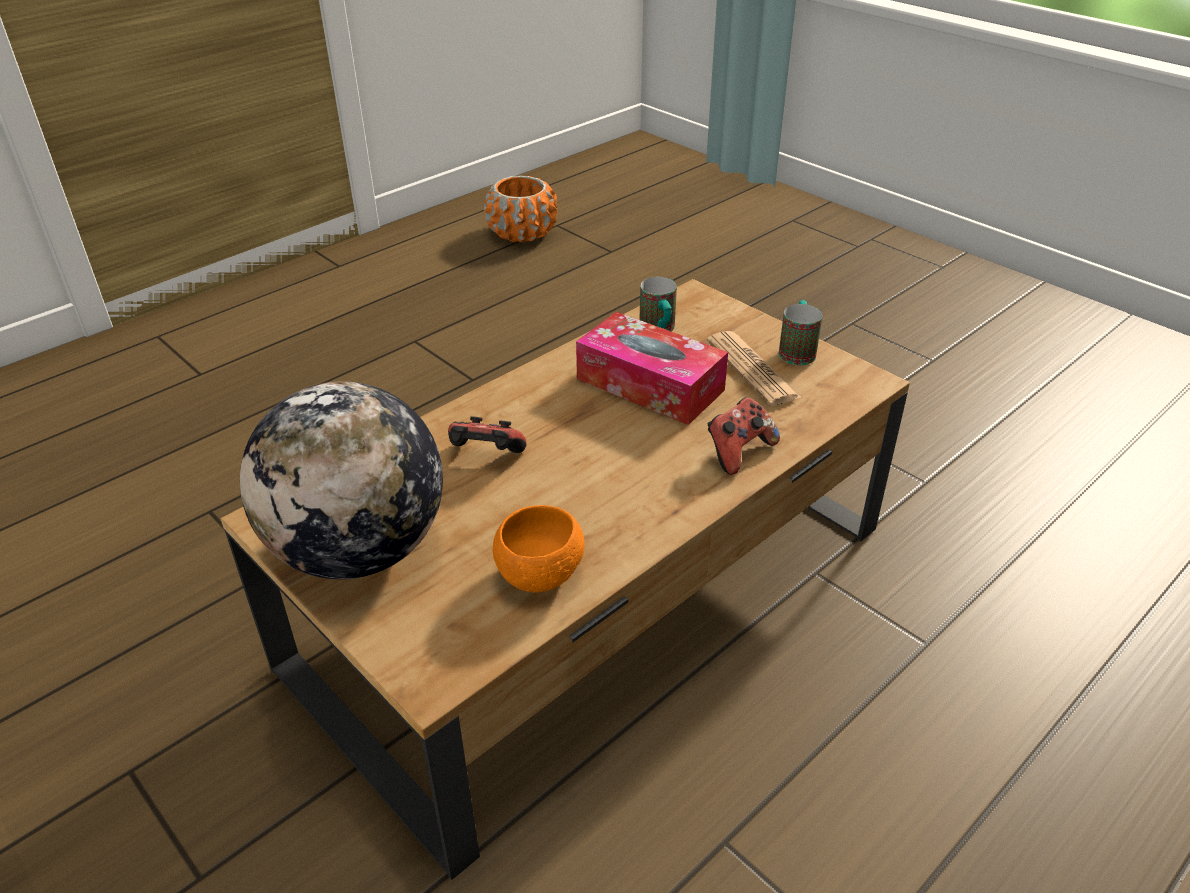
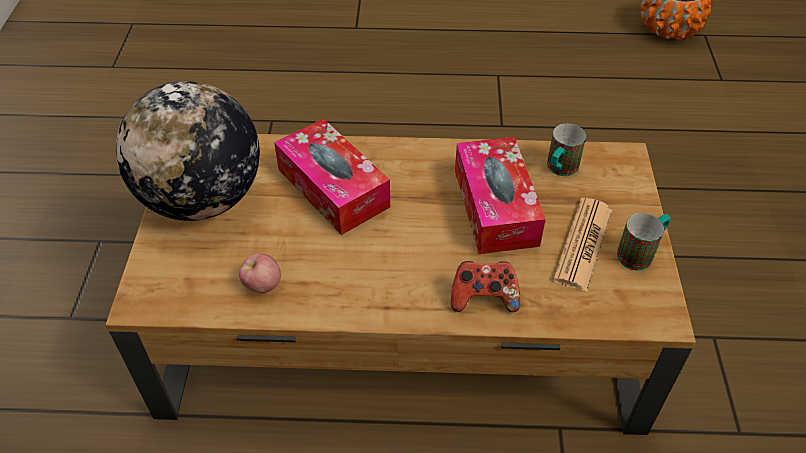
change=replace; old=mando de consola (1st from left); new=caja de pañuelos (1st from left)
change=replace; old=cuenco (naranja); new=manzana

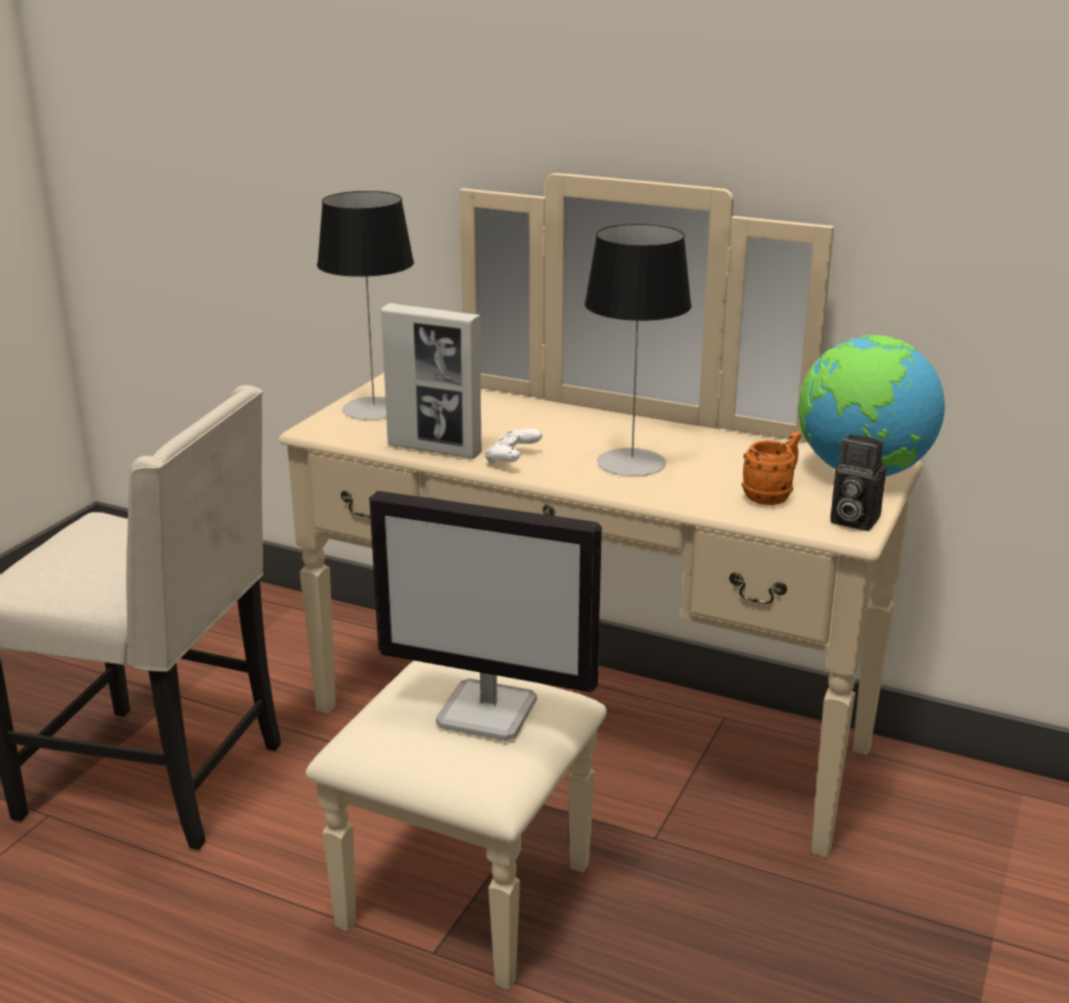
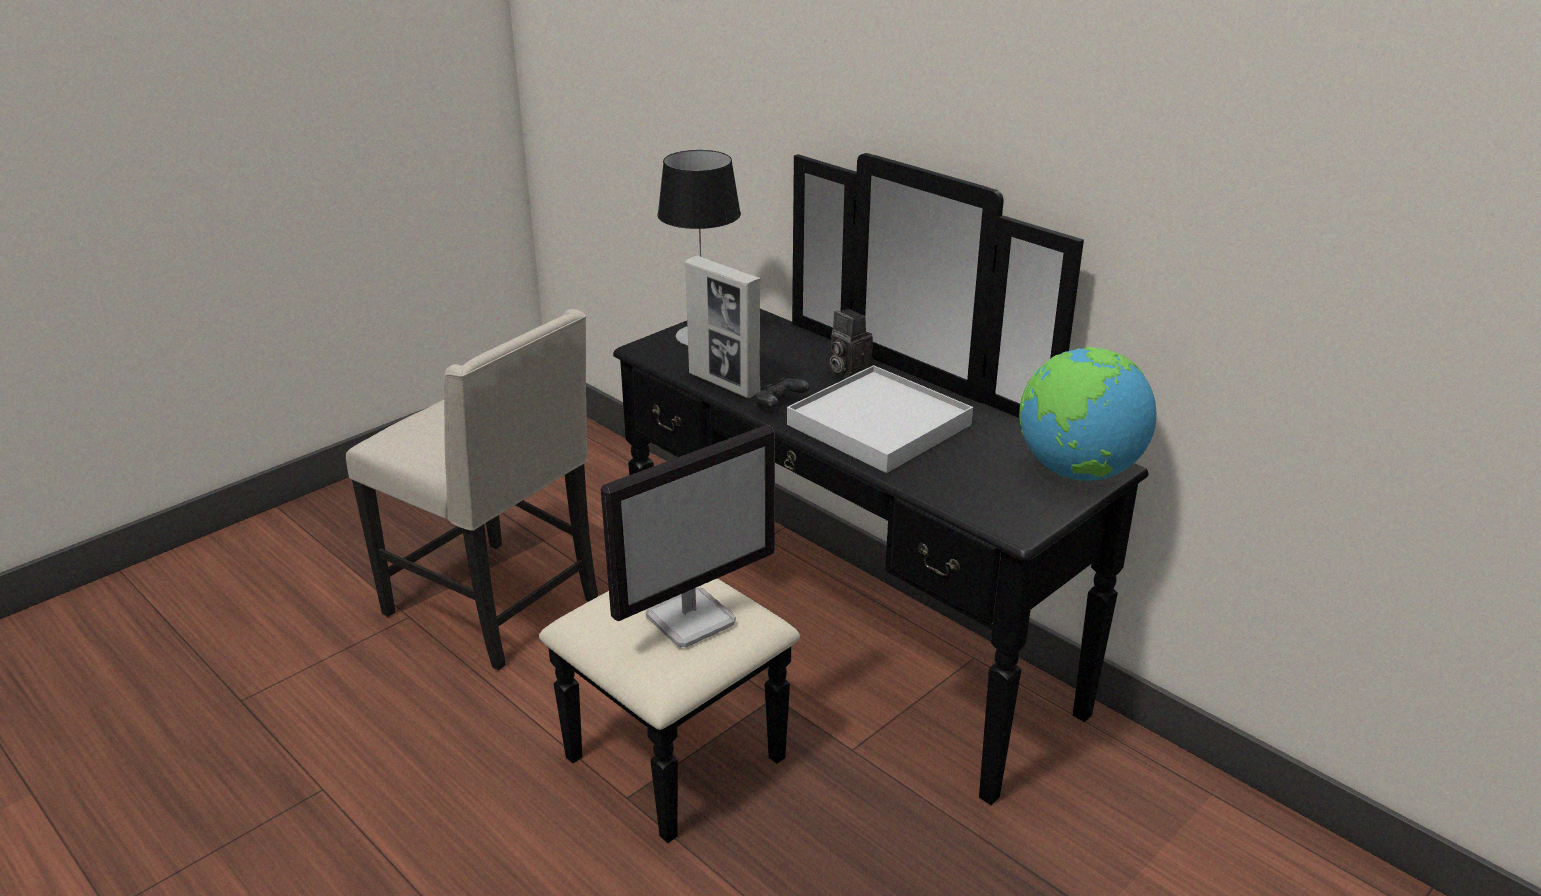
change=recolor; old=cómoda (beis); new=cómoda (negro)
change=replace; old=lámpara de mesa (2nd from left); new=bandeja (blanco)
change=recolor; old=mando de consola (blanco); new=mando de consola (negro)
change=delete; old=taza grande (naranja)
change=move; old=cámara
change=rotate; old=monitor; degrees=-75

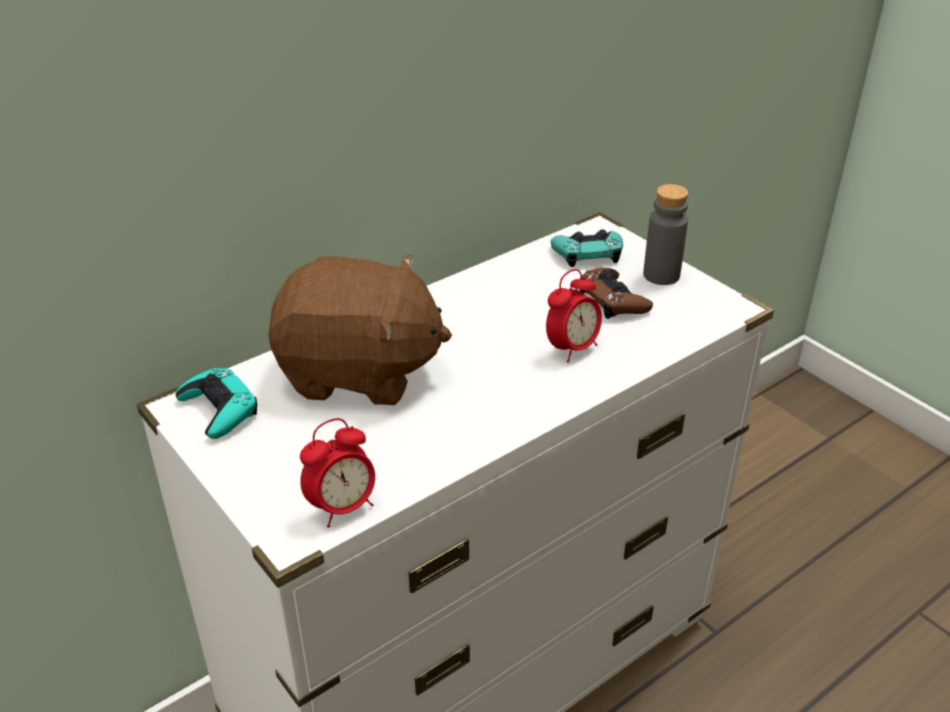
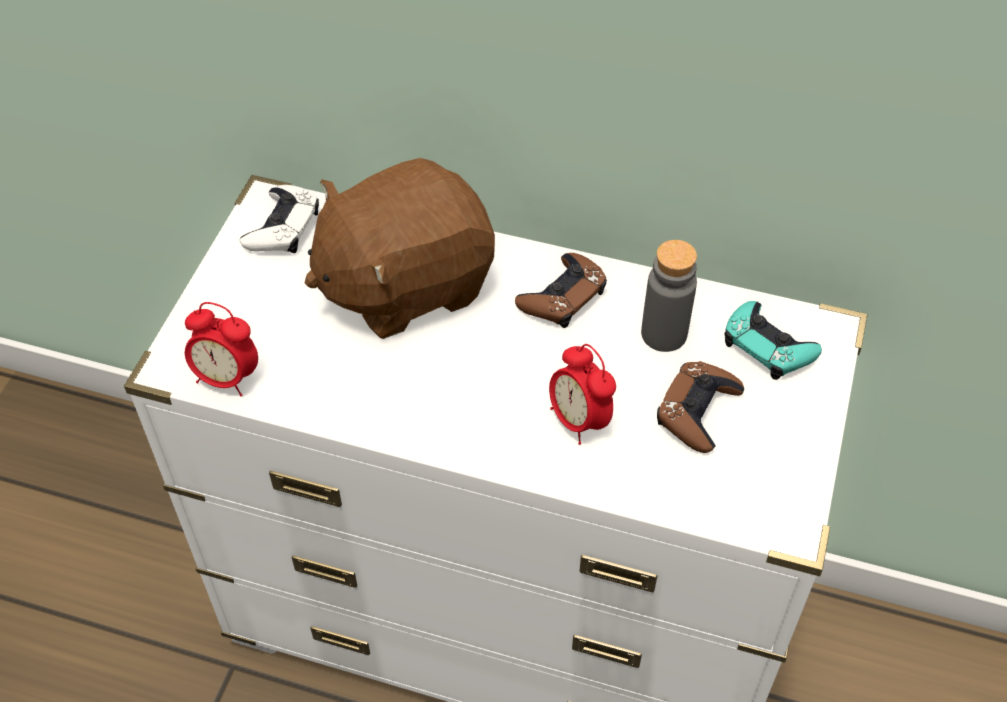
change=move; old=botella (gris)
change=rotate; old=peluche (marrón); degrees=90
change=rotate; old=despertador (2nd from left); degrees=45
change=recolor; old=mando de consola (turquesa) (1st from left); new=mando de consola (blanco)
change=insert; new=mando de consola (marrón) (1st from left)

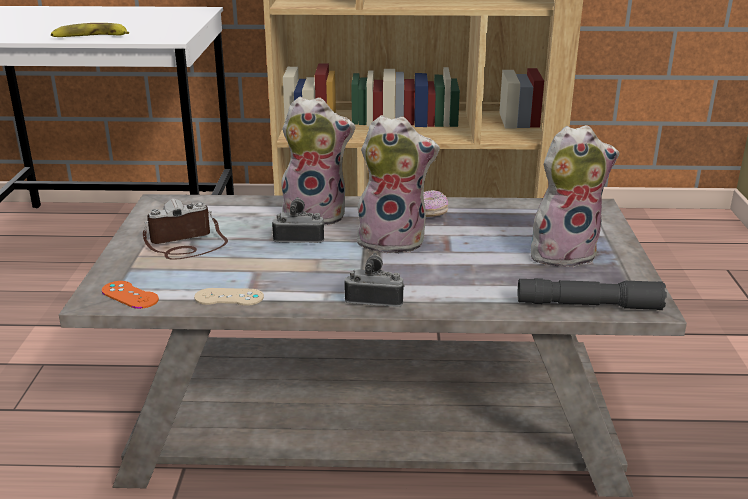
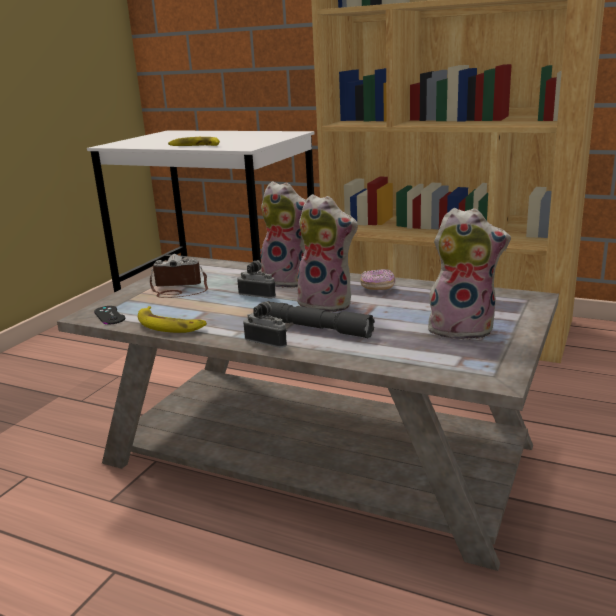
change=move; old=linterna (gris)
change=recolor; old=mando de consola (naranja); new=mando de consola (negro)
change=replace; old=mando de consola (beis); new=plátano (1st from left)

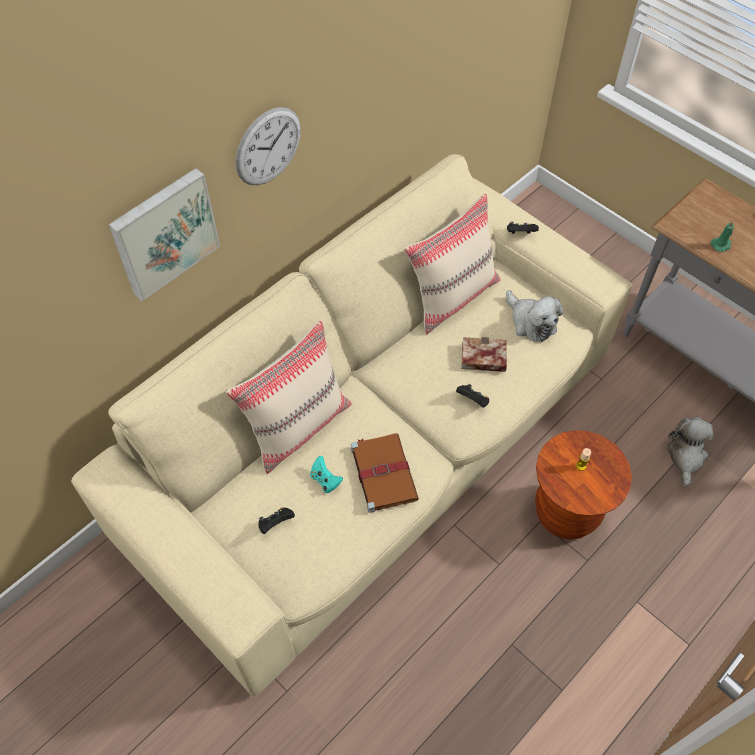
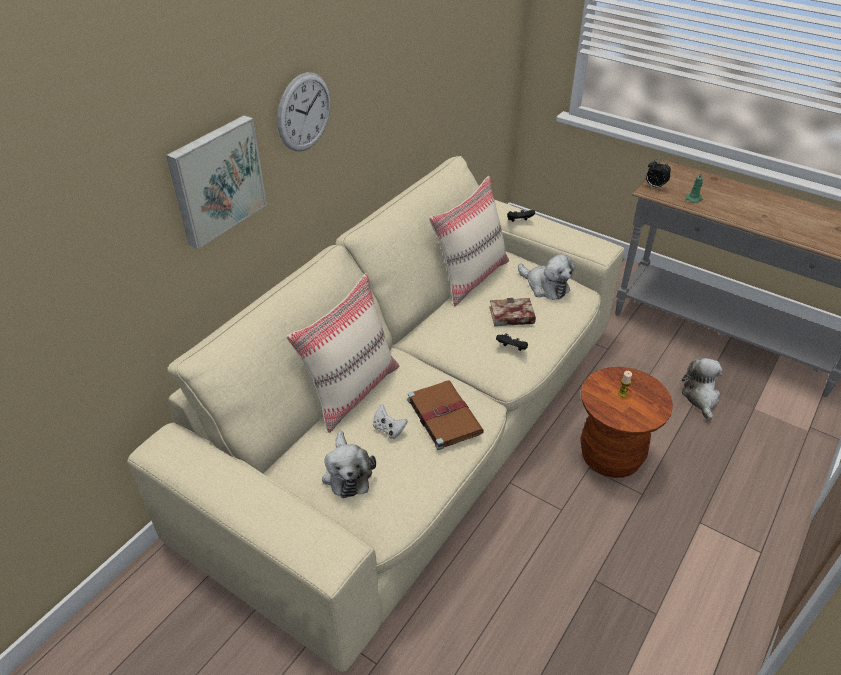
change=recolor; old=mando de consola (turquesa); new=mando de consola (blanco)
change=replace; old=mando de consola (negro) (1st from left); new=peluche (1st from left)
change=insert; new=despertador

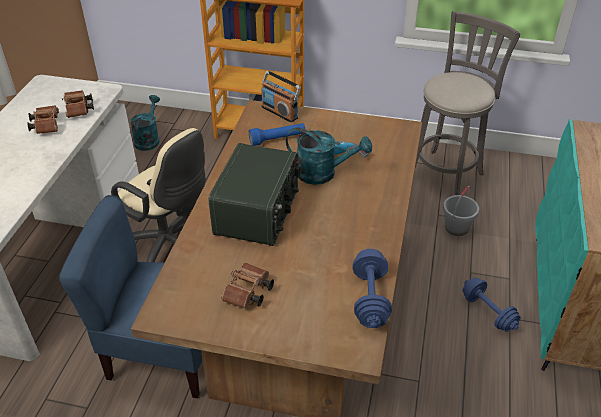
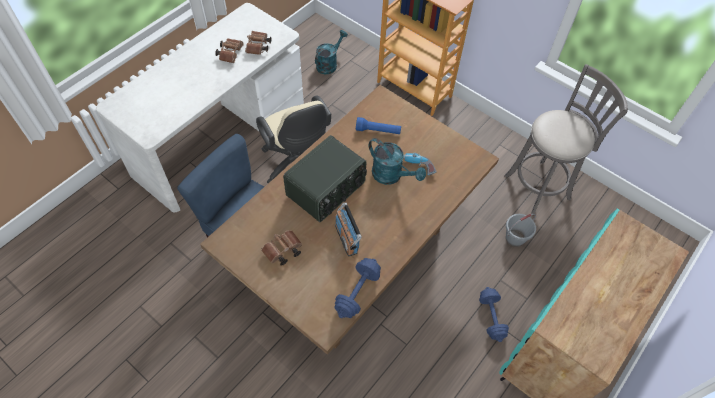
change=move; old=radio (2nd from left)

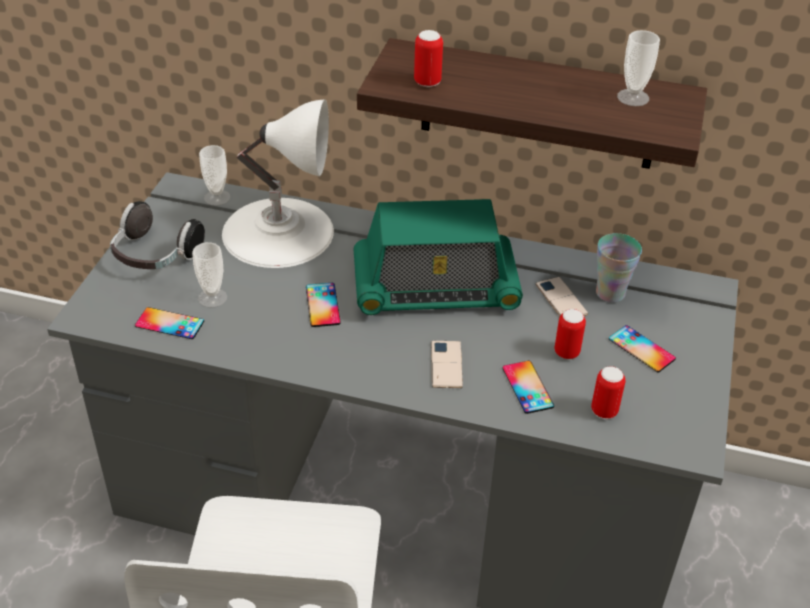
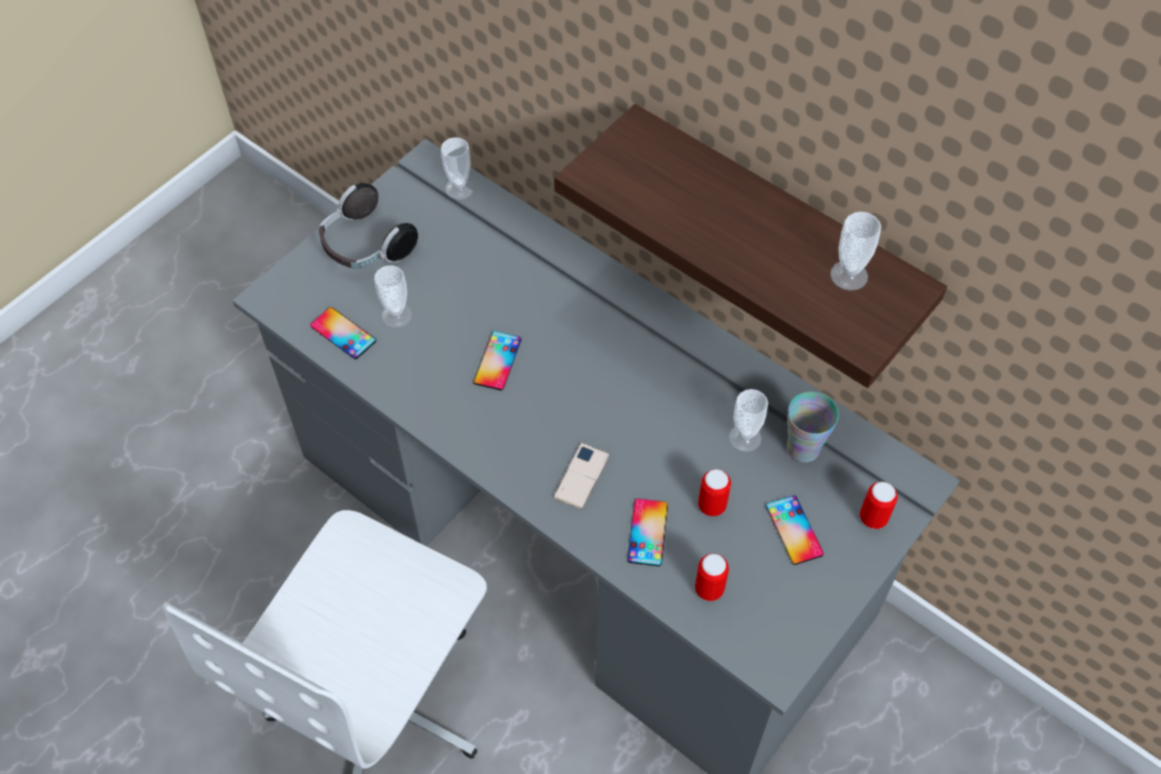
change=move; old=lata (1st from left in the first image); new=lata (3rd from left)
change=delete; old=lámpara de mesa (blanco)
change=delete; old=radio
change=replace; old=móvil (5th from left); new=taza (3rd from left)

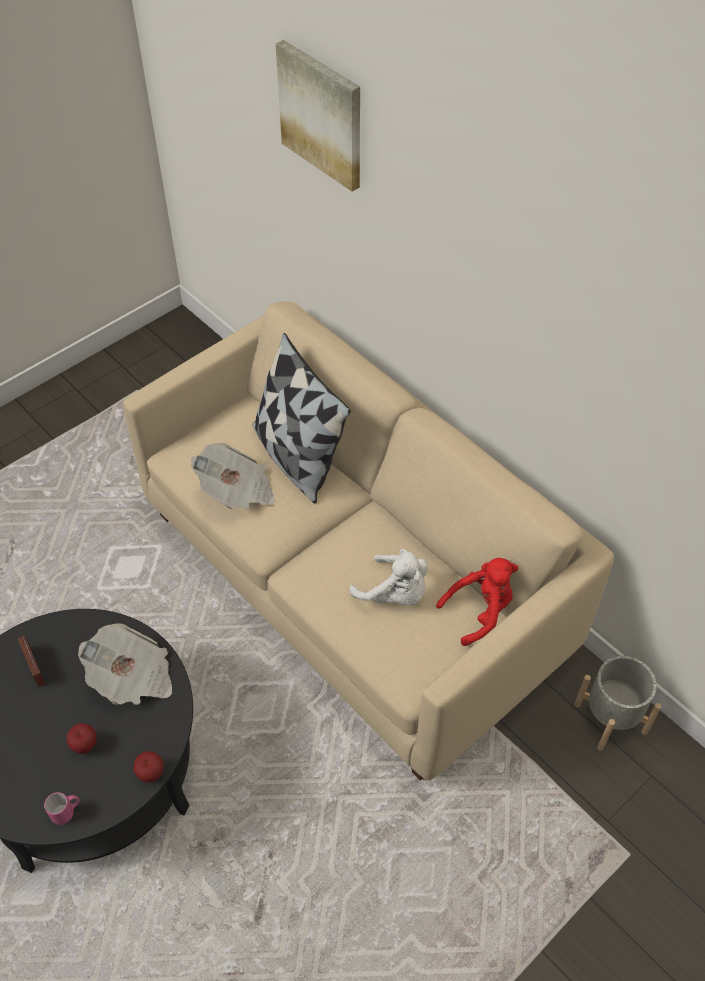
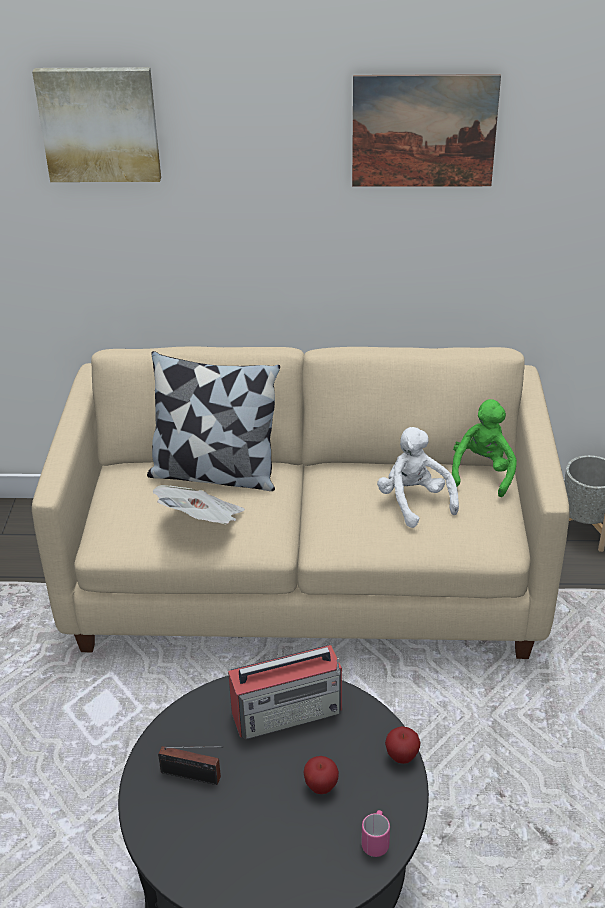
change=rotate; old=peluche (blanco); degrees=-105
change=recolor; old=peluche (rojo); new=peluche (verde)
change=replace; old=periódico (1st from left); new=radio (2nd from left)
change=insert; new=cuadro (2nd from left)

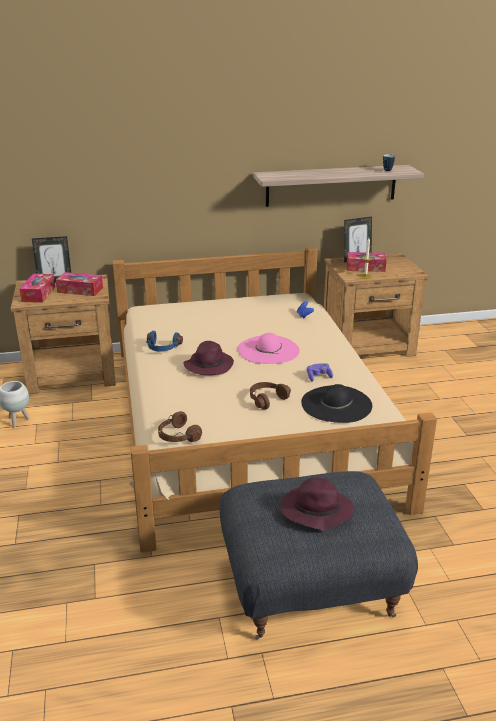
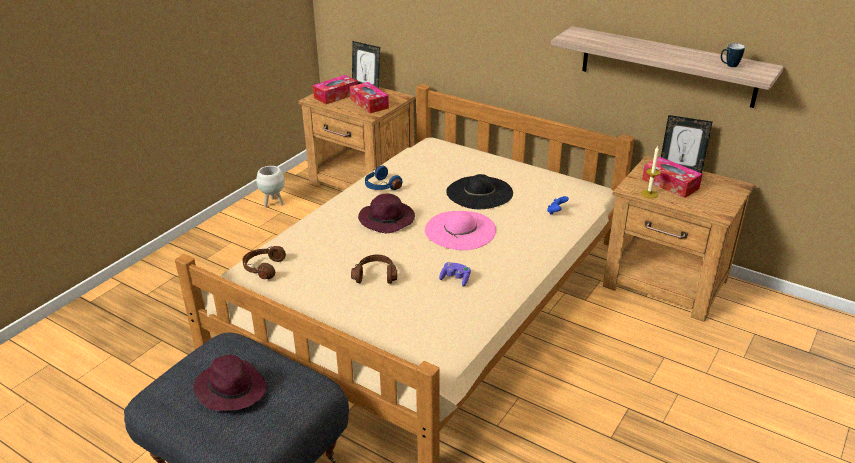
change=move; old=sombrero (negro)

